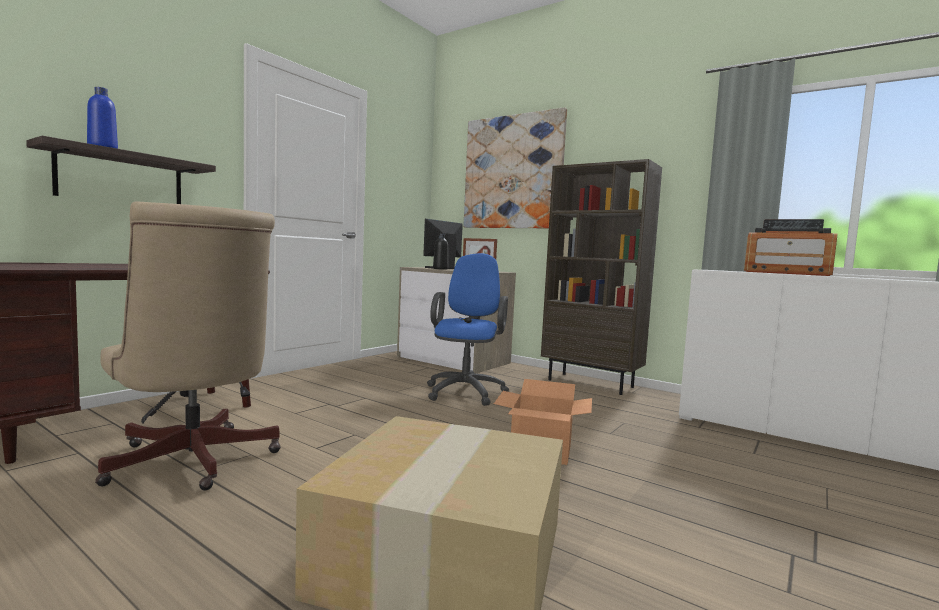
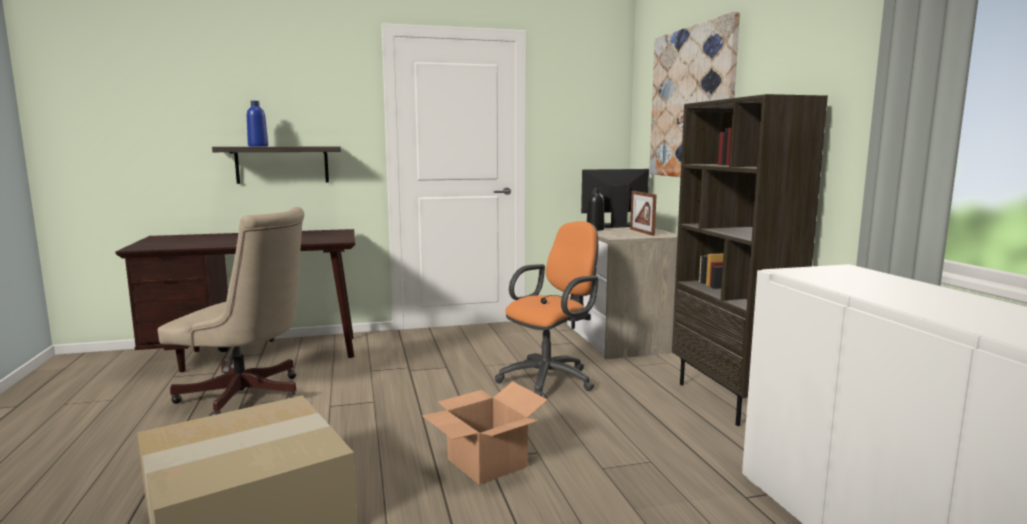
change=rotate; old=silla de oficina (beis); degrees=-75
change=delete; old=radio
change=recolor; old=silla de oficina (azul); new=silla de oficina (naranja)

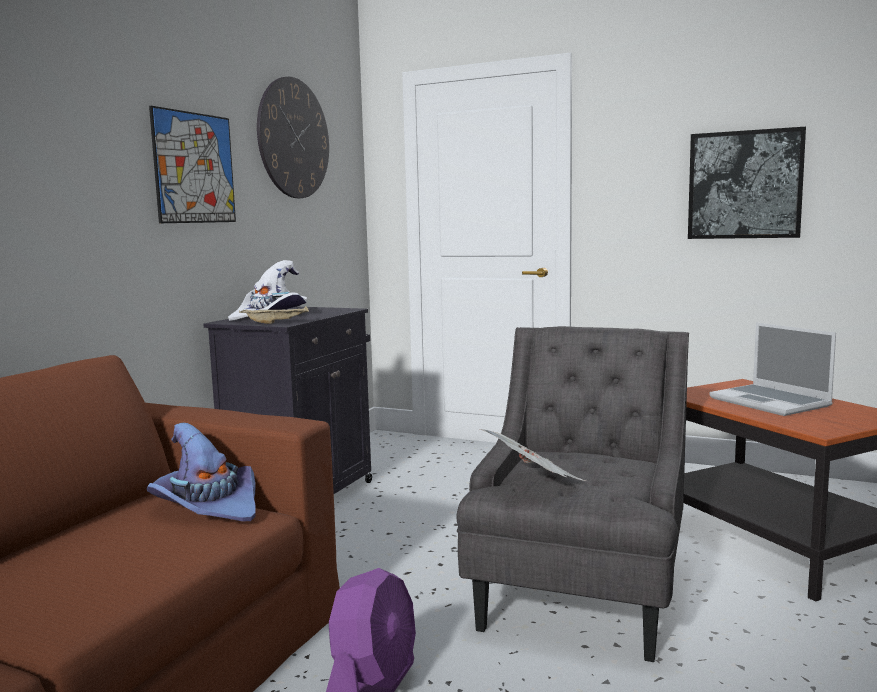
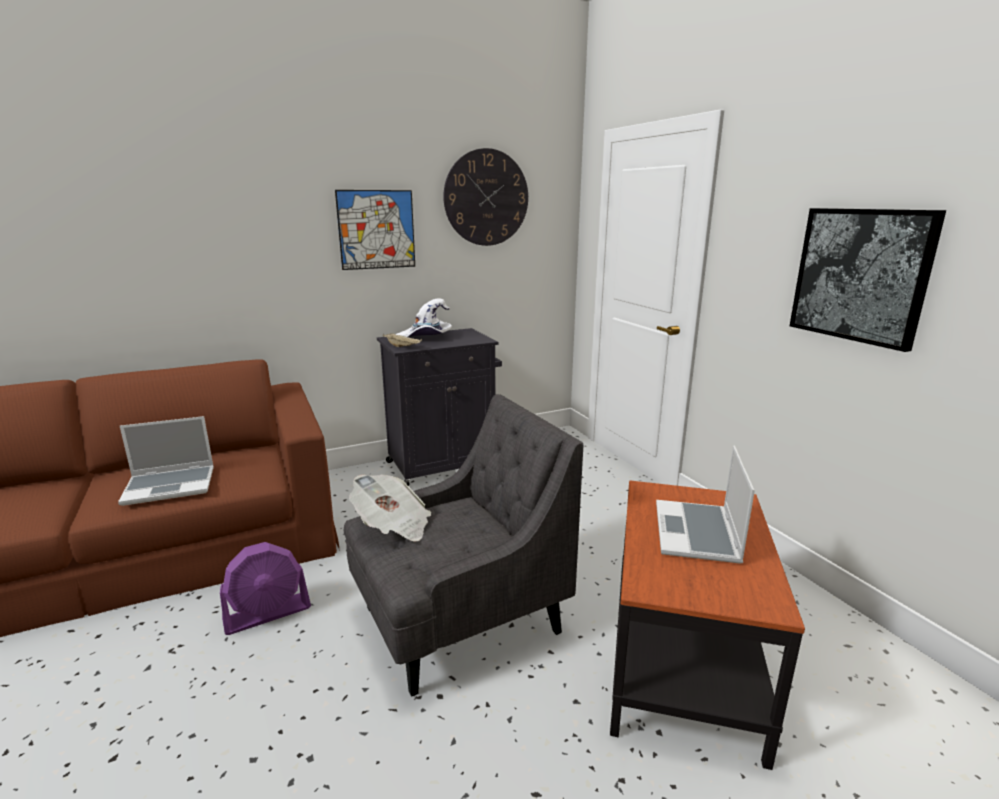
change=delete; old=sombrero (morado)
change=insert; new=portátil (1st from left)

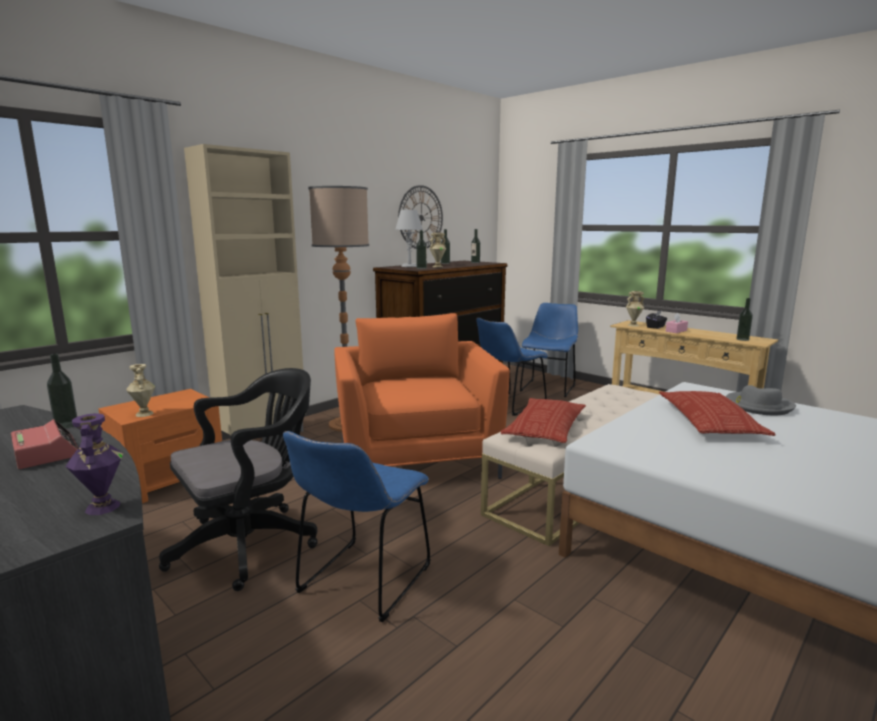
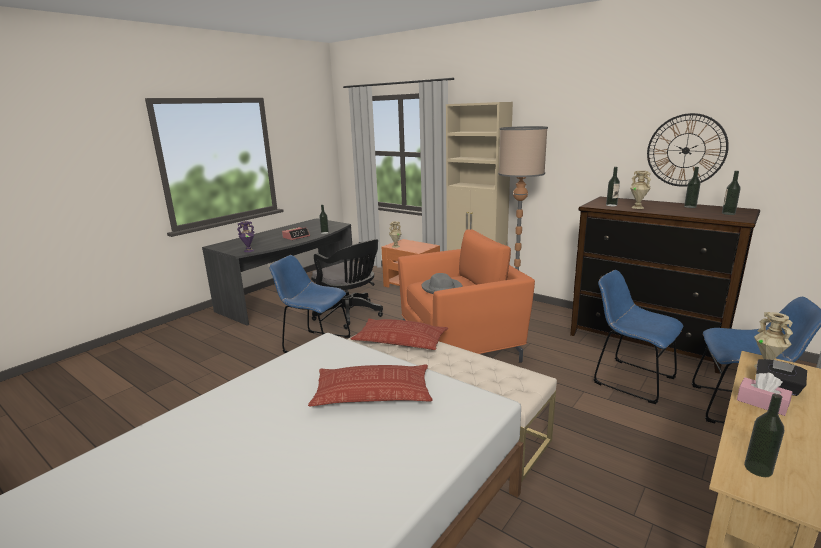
change=delete; old=lámpara de mesa (gris)
change=move; old=sombrero (gris)

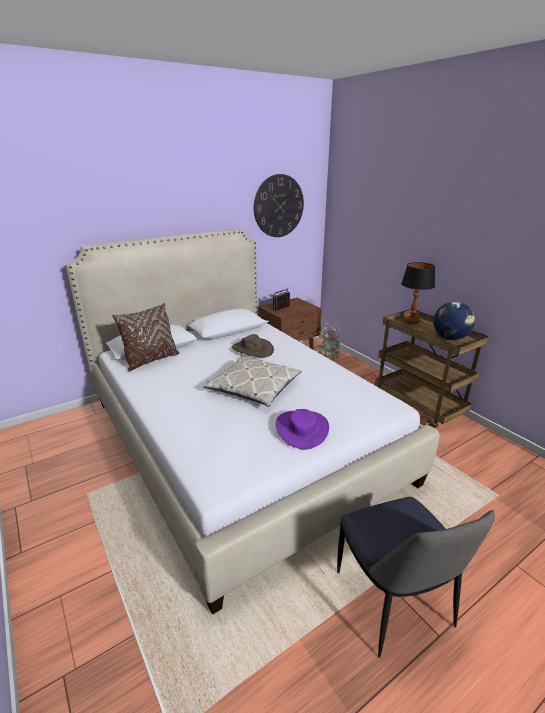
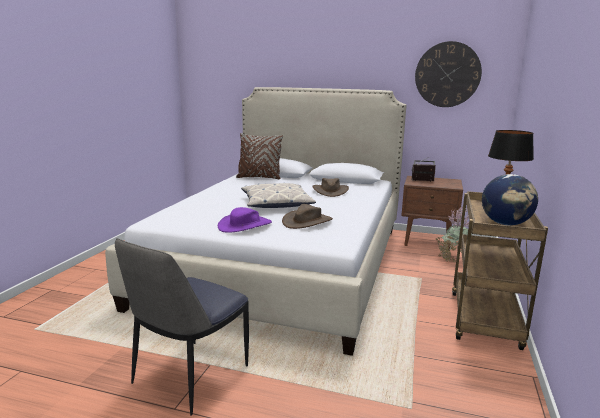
change=insert; new=sombrero (marrón) (1st from left)

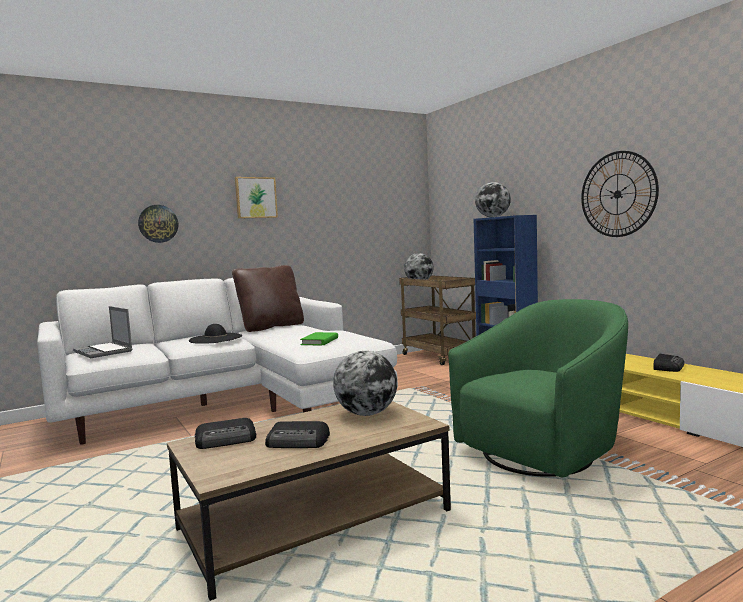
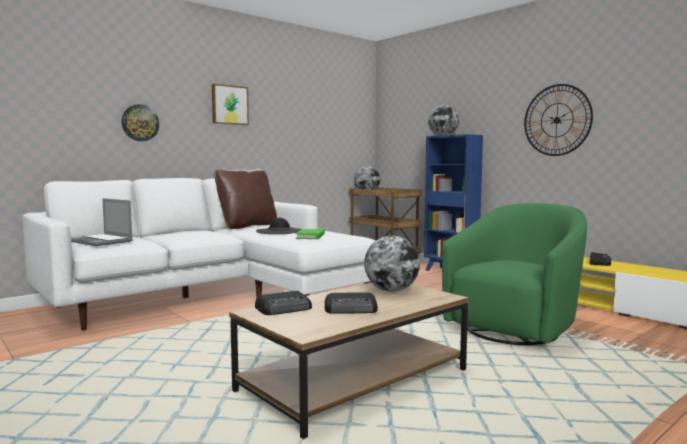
change=move; old=sombrero (negro)

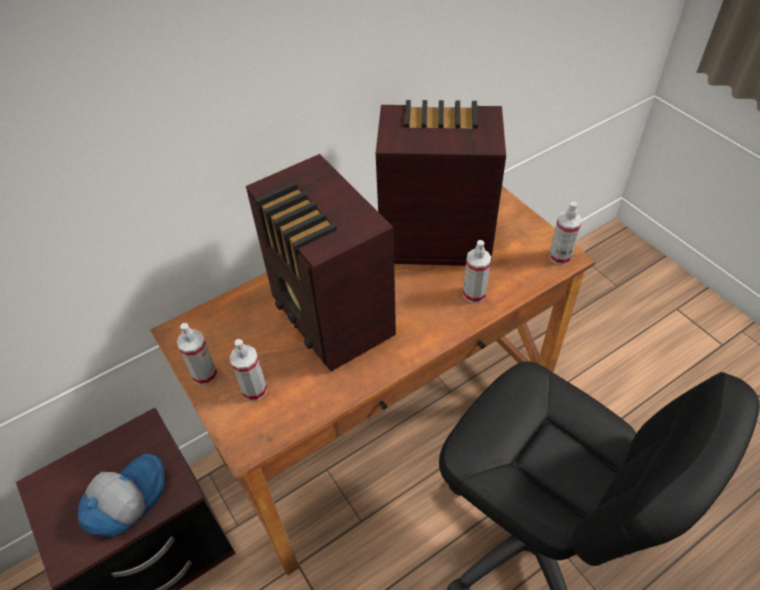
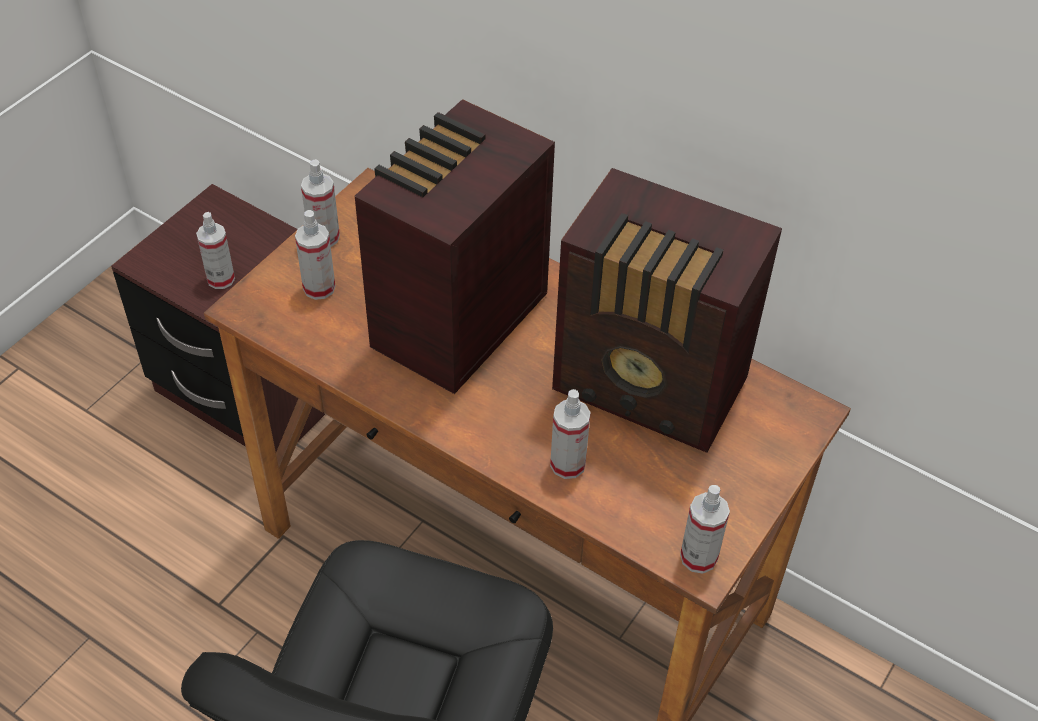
change=rotate; old=radio (2nd from left); degrees=135
change=replace; old=gorra; new=pulverizador (1st from left)

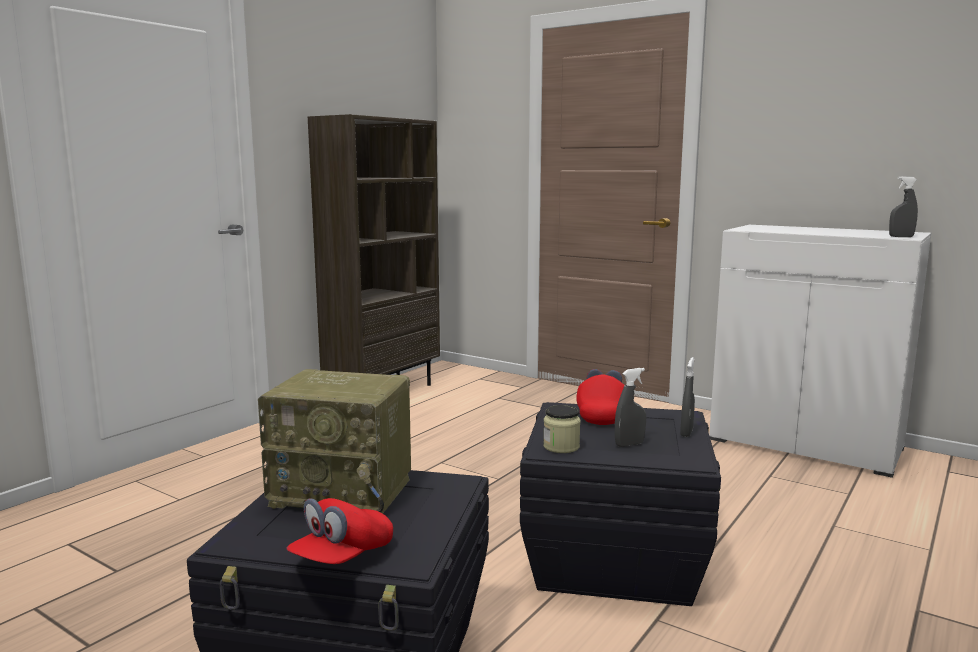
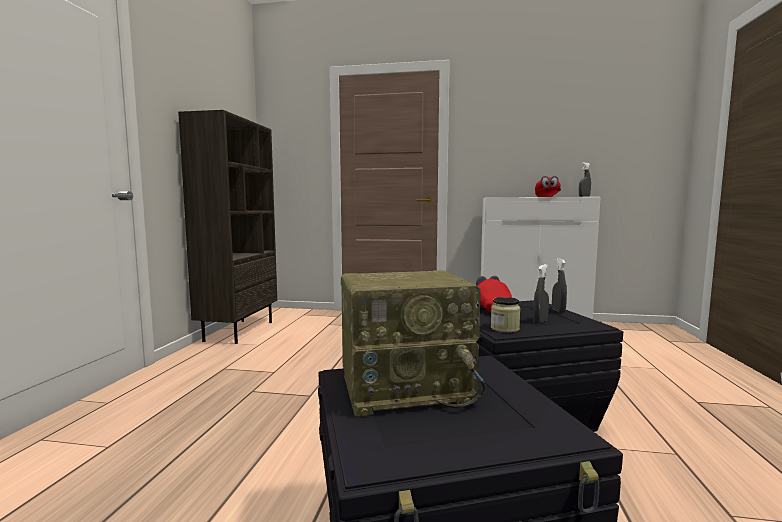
change=move; old=gorra (rojo) (1st from left in the first image); new=gorra (rojo) (2nd from left)

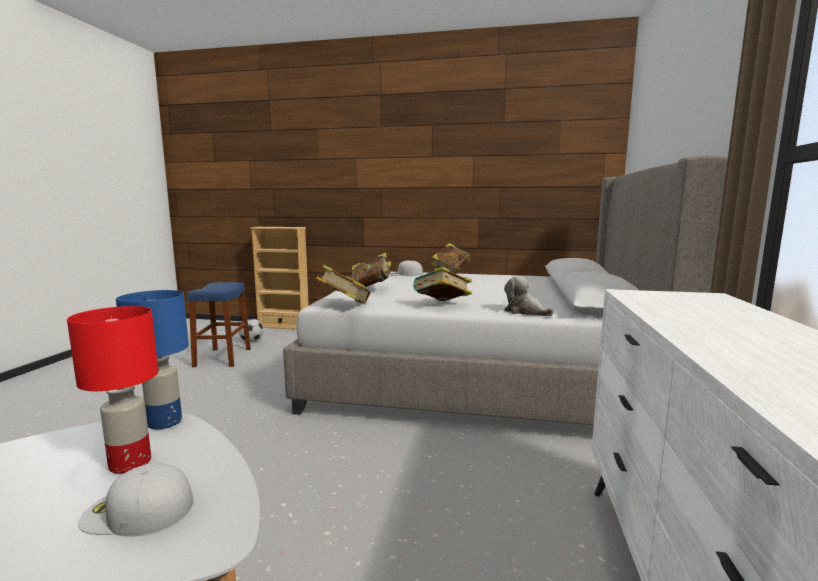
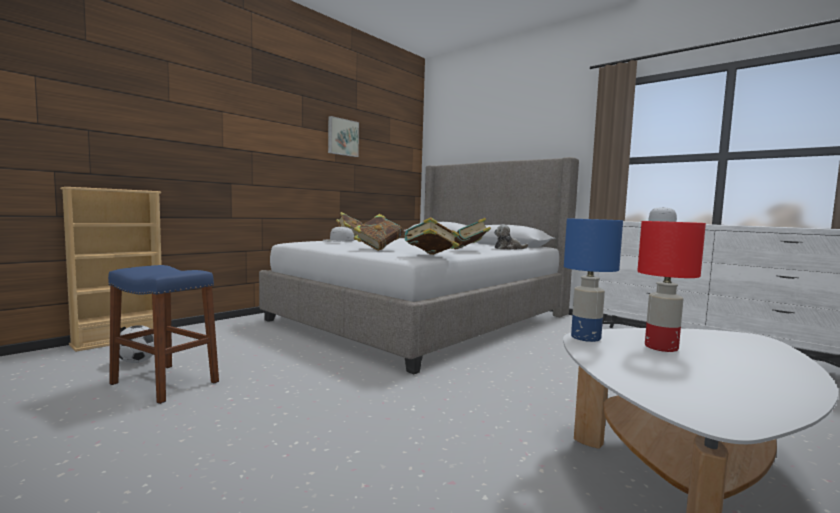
change=move; old=gorra (blanco) (1st from left in the first image); new=gorra (blanco) (2nd from left)
change=insert; new=cuadro

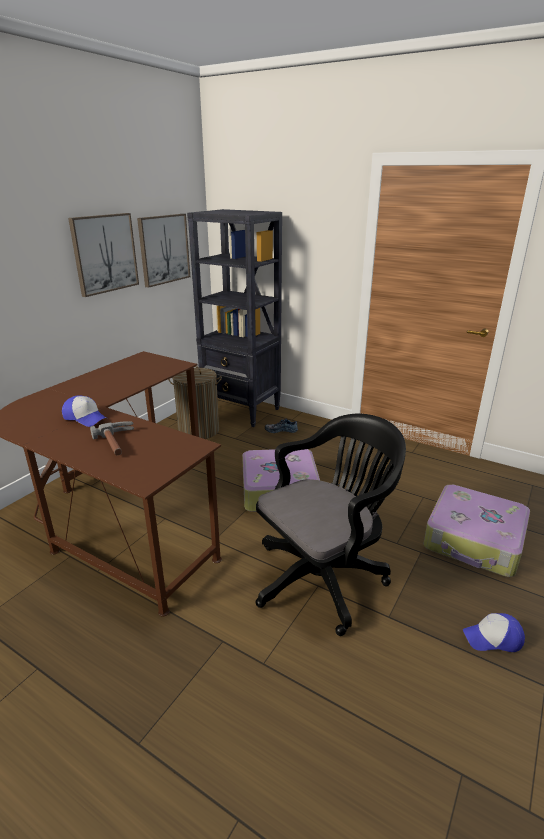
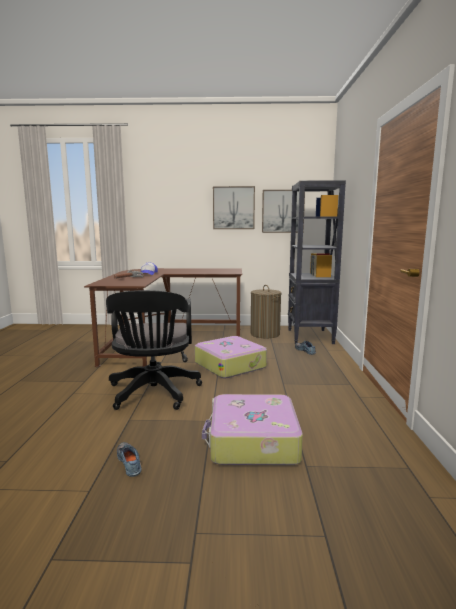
change=rotate; old=silla de oficina (negro); degrees=60
change=replace; old=gorra (2nd from left); new=zapato (1st from left)

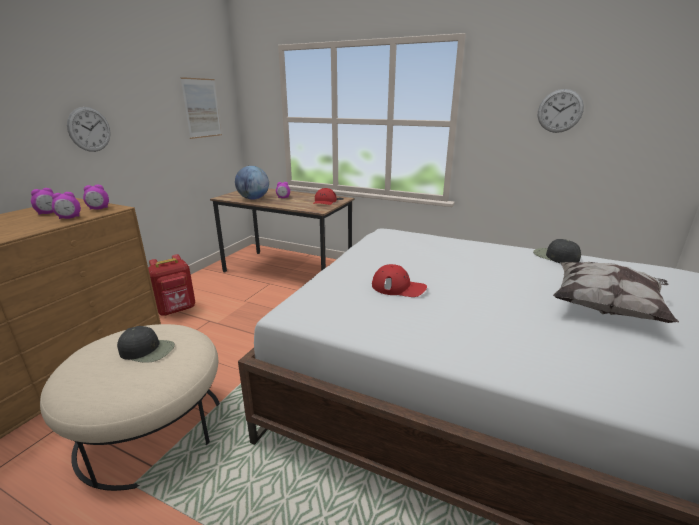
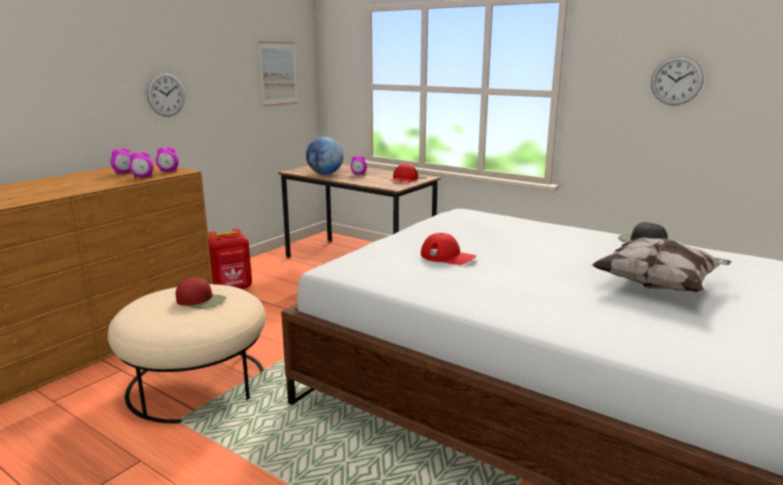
change=recolor; old=gorra (negro) (1st from left); new=gorra (rojo) (1st from left)

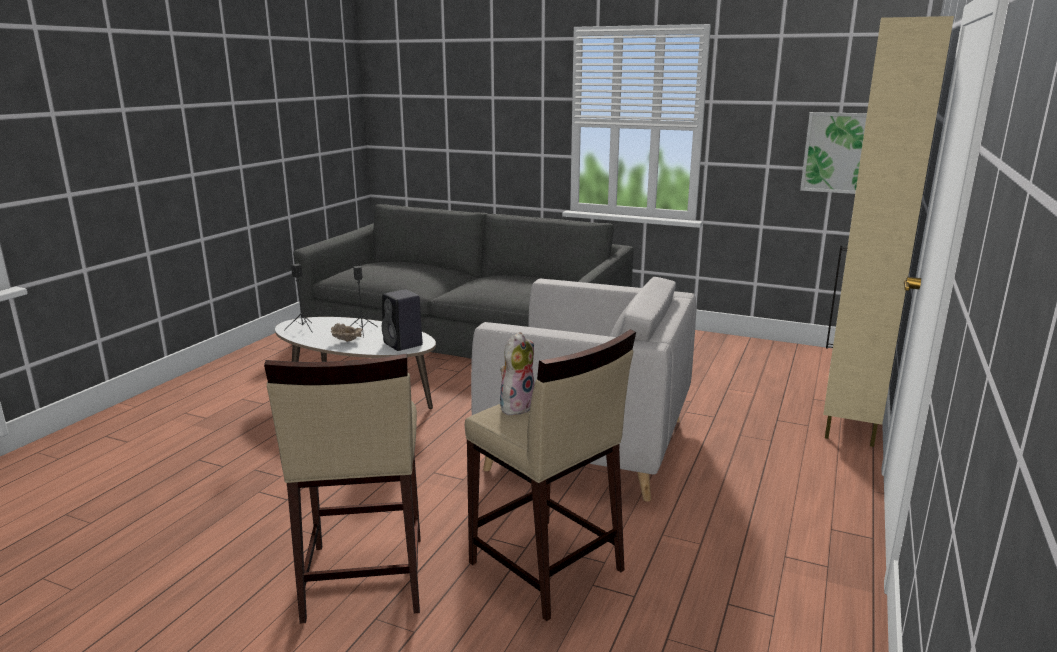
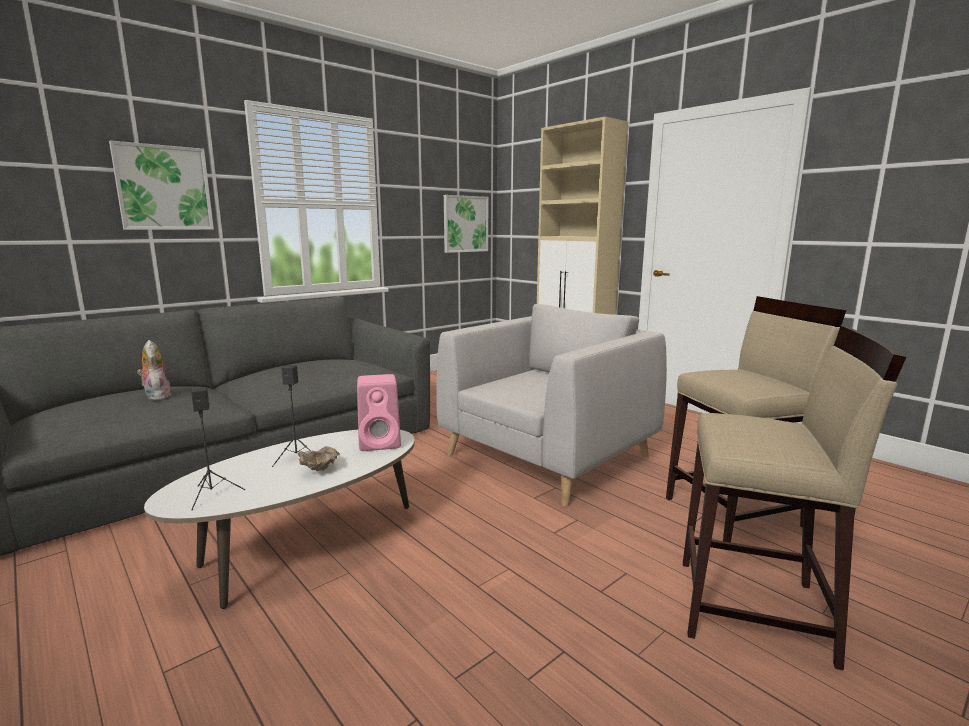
change=recolor; old=altavoz (negro) (3rd from left); new=altavoz (rosa)
change=move; old=peluche
change=insert; new=cuadro (1st from left)

